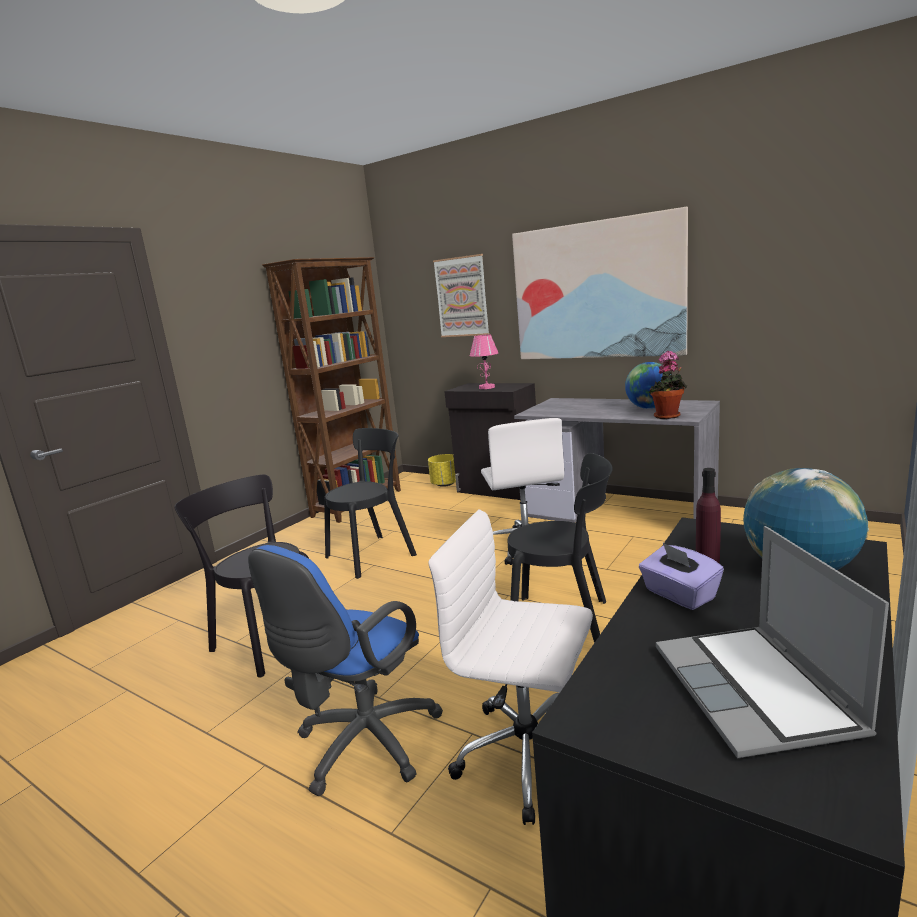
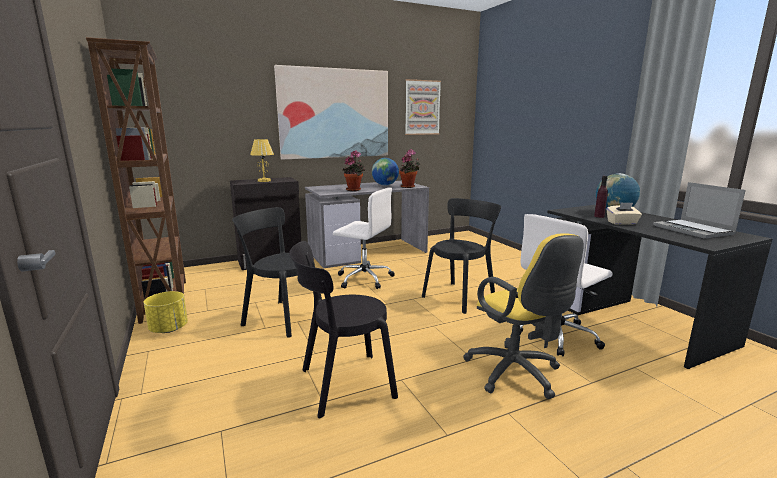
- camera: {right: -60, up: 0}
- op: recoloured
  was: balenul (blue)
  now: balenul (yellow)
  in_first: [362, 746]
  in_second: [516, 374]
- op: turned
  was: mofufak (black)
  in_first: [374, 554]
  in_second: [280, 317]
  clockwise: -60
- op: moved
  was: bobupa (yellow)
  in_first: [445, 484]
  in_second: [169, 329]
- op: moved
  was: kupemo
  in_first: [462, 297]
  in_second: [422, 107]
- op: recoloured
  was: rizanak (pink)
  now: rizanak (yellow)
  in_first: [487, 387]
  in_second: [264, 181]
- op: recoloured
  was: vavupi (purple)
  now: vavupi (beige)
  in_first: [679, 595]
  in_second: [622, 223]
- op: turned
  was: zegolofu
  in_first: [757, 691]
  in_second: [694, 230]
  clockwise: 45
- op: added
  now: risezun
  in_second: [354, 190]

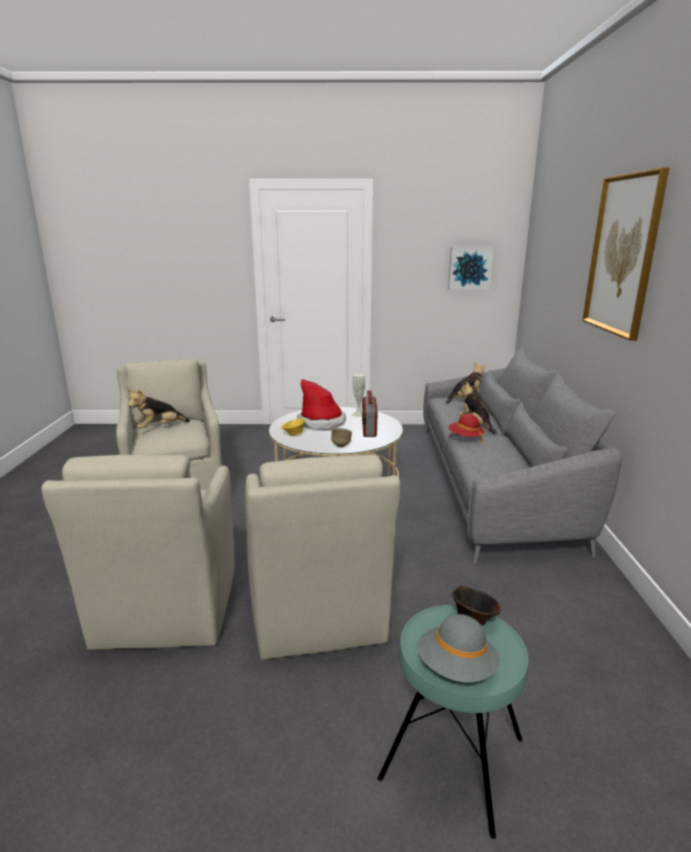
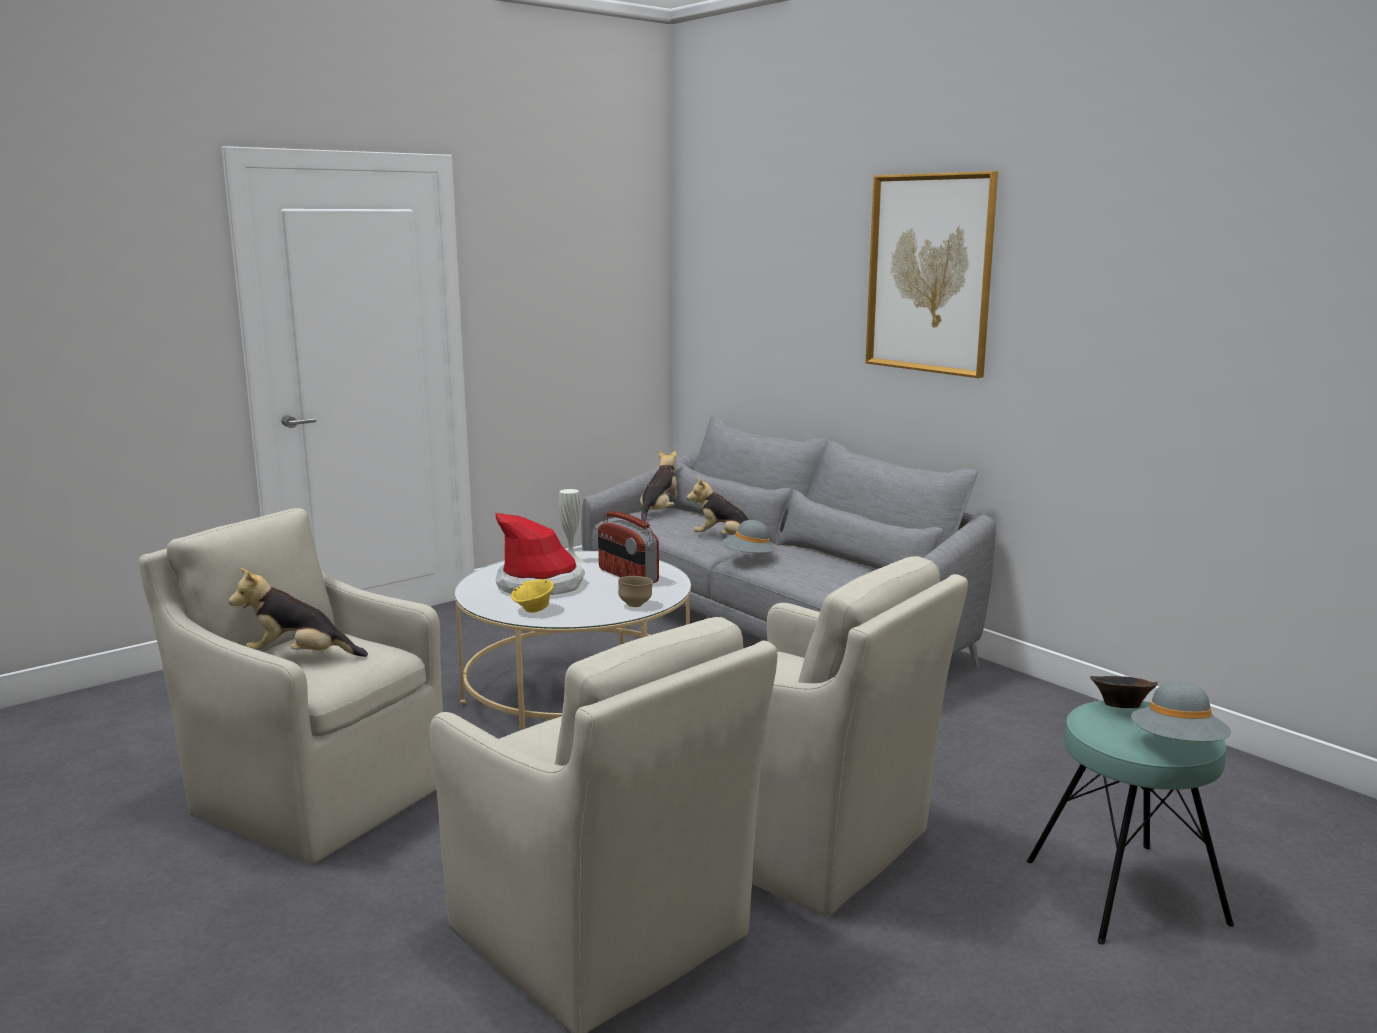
- camera: {right: -40, up: -5}
- op: turned
  was: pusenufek
  in_first: [159, 428]
  in_second: [299, 657]
  clockwise: 75
- op: removed
  was: kupemo
  in_first: [470, 268]
- op: recoloured
  was: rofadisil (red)
  now: rofadisil (grey)
  in_first: [465, 437]
  in_second: [749, 558]

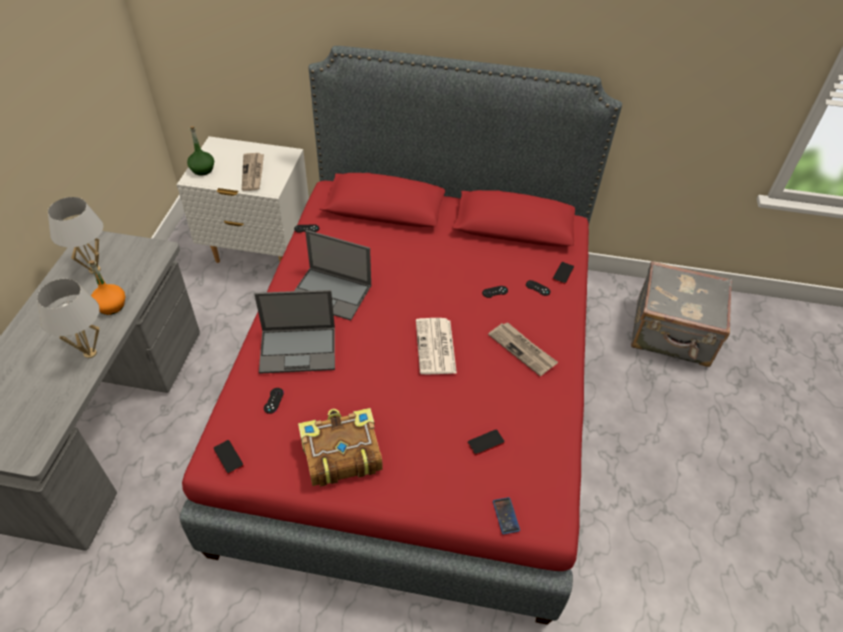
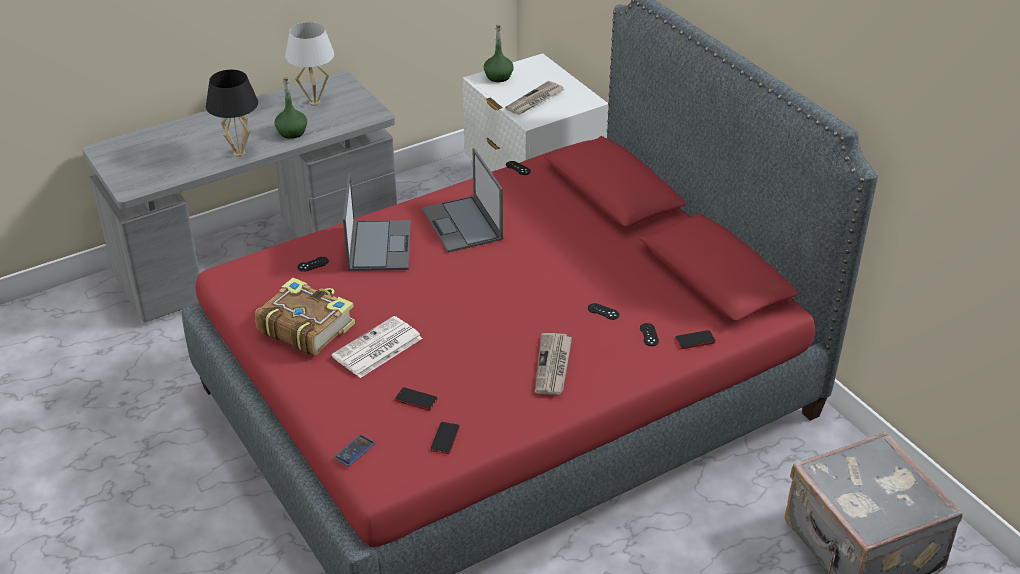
- camera: {right: 50, up: -10}
- op: recoloured
  was: rizanak (white)
  now: rizanak (black)
  in_first: [90, 353]
  in_second: [239, 153]
- op: recoloured
  was: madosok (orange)
  now: madosok (green)
  in_first: [111, 306]
  in_second: [292, 132]
- op: moved
  was: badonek
  in_first: [228, 457]
  in_second: [445, 438]
- op: turned
  was: zegolofu
  in_first: [299, 349]
  in_second: [379, 245]
  clockwise: -135
- op: moved
  was: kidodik
  in_first: [436, 347]
  in_second: [377, 348]

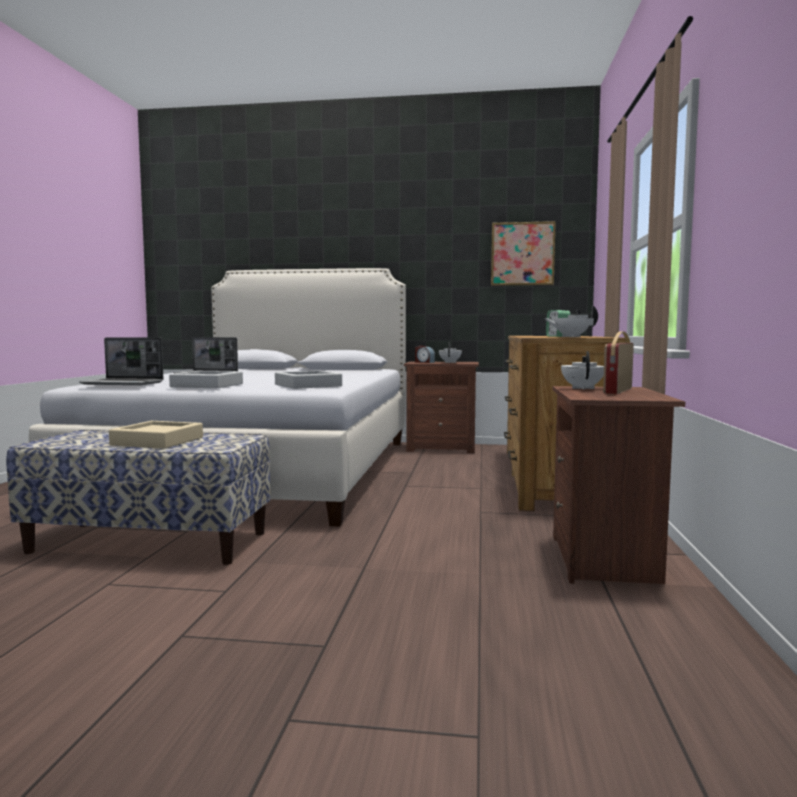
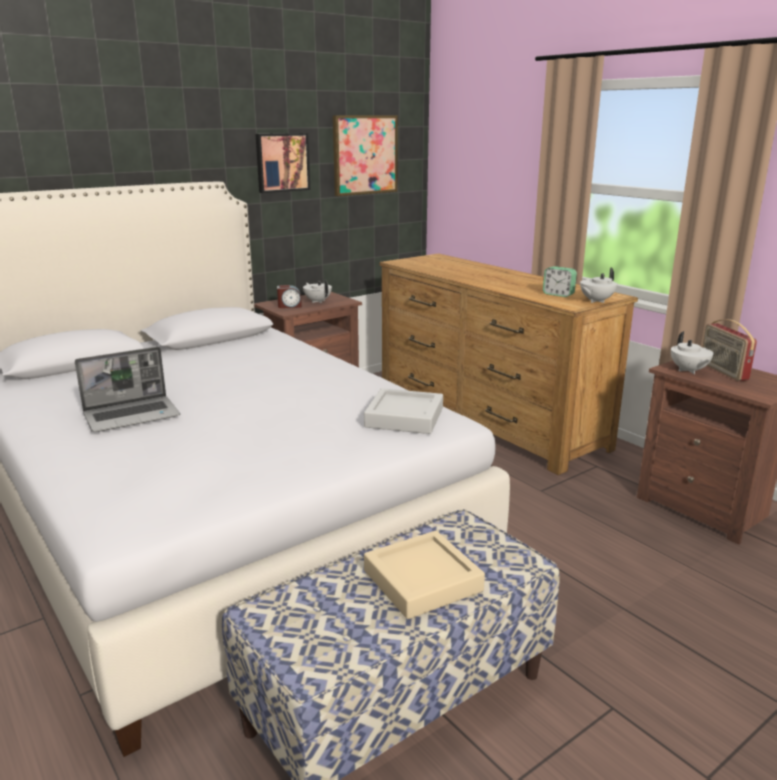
- camera: {right: -45, up: 15}
- op: removed
  was: zegolofu
  in_first: [124, 383]
- op: removed
  was: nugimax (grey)
  in_first: [207, 385]
- op: turned
  was: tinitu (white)
  in_first: [582, 388]
  in_second: [688, 370]
  clockwise: -150
- op: added
  now: kupemo
  in_second: [282, 162]

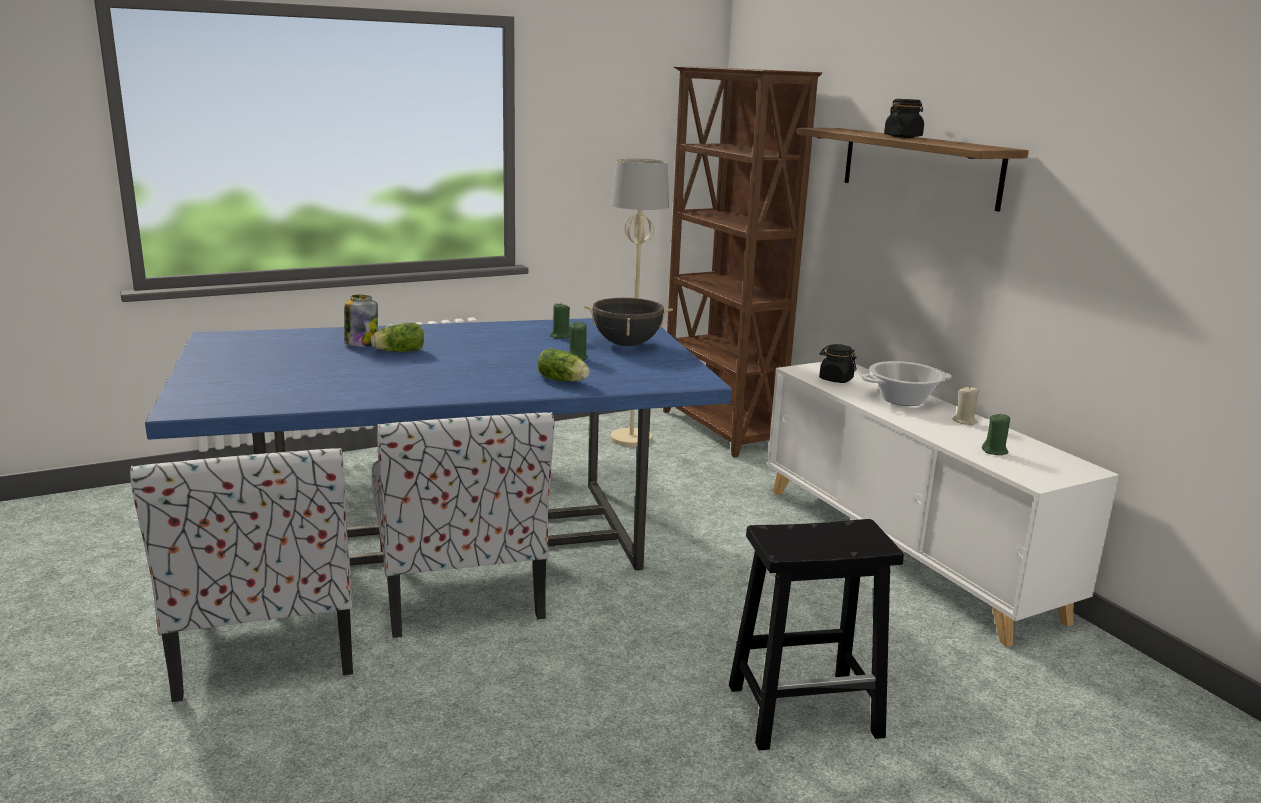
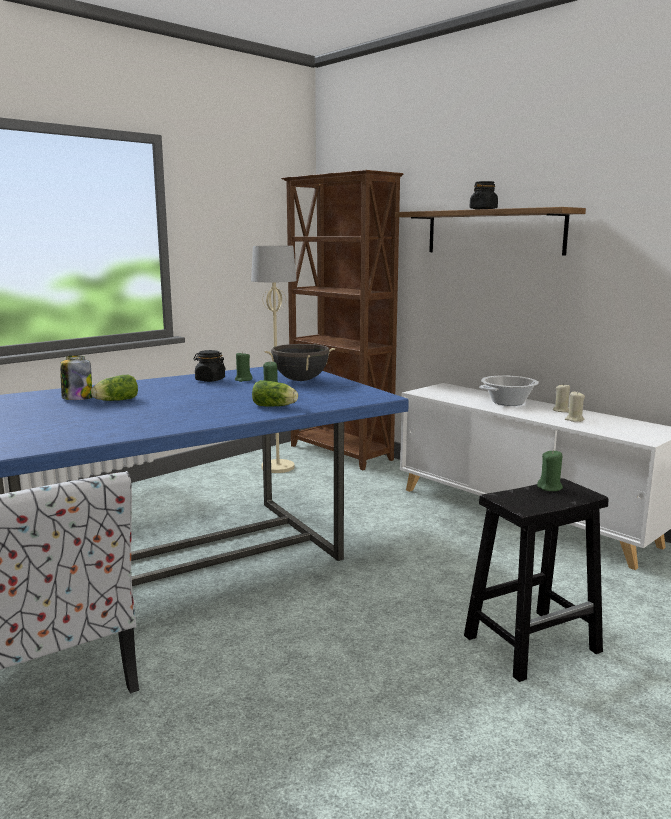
- camera: {right: -15, up: -5}
- op: removed
  was: mofufak
  in_first: [460, 586]
- op: moved
  was: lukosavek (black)
  in_first: [835, 379]
  in_second: [210, 380]
- op: moved
  was: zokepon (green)
  in_first: [995, 451]
  in_second: [550, 487]
- op: added
  now: zokepon (beige)
  in_second: [574, 420]

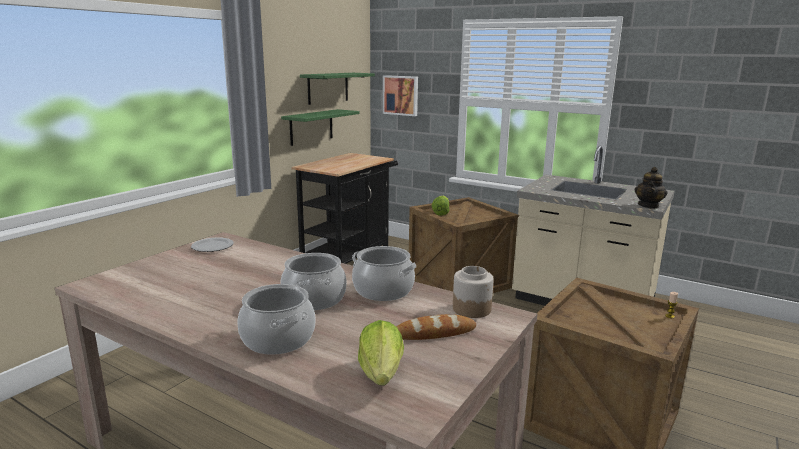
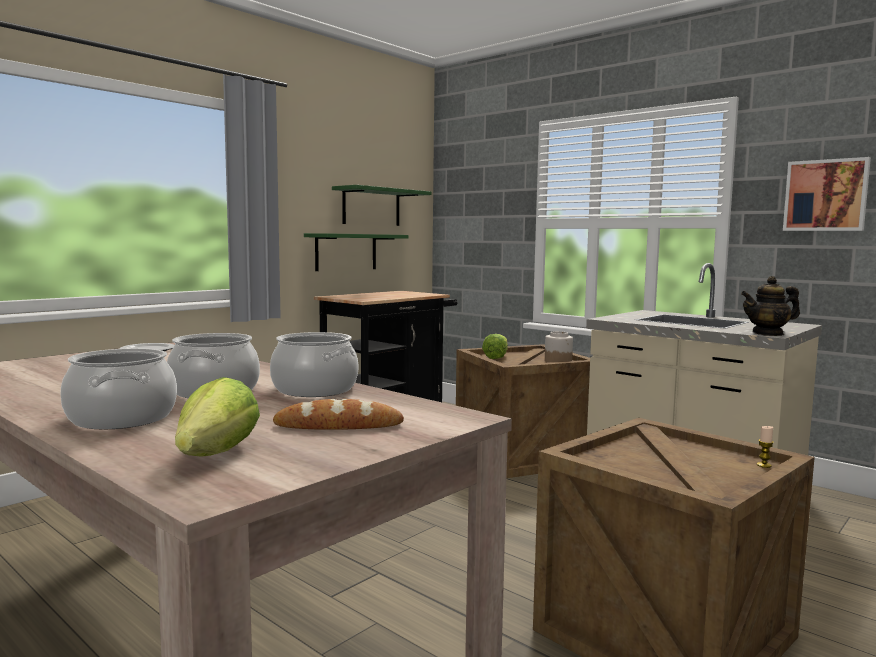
- camera: {right: 10, up: -10}
- op: moved
  was: kupemo
  in_first: [401, 95]
  in_second: [826, 195]
- op: moved
  was: lukosavek
  in_first: [471, 309]
  in_second: [558, 361]
- op: turned
  was: tinitu
  in_first: [648, 206]
  in_second: [768, 333]
  clockwise: 45

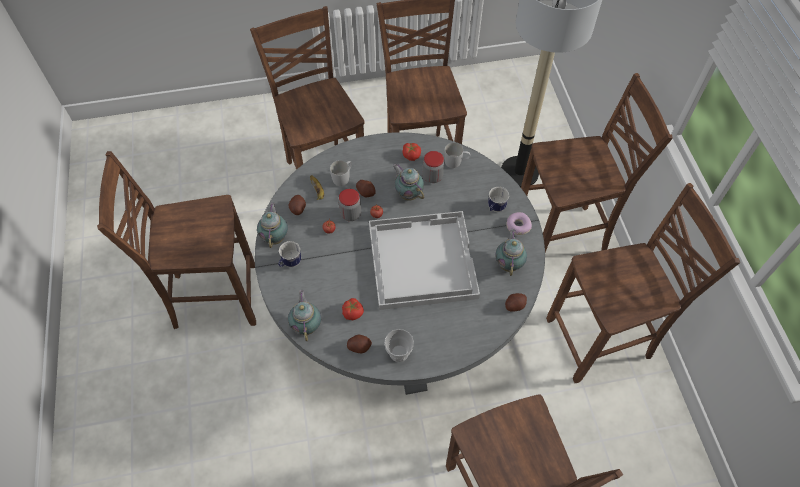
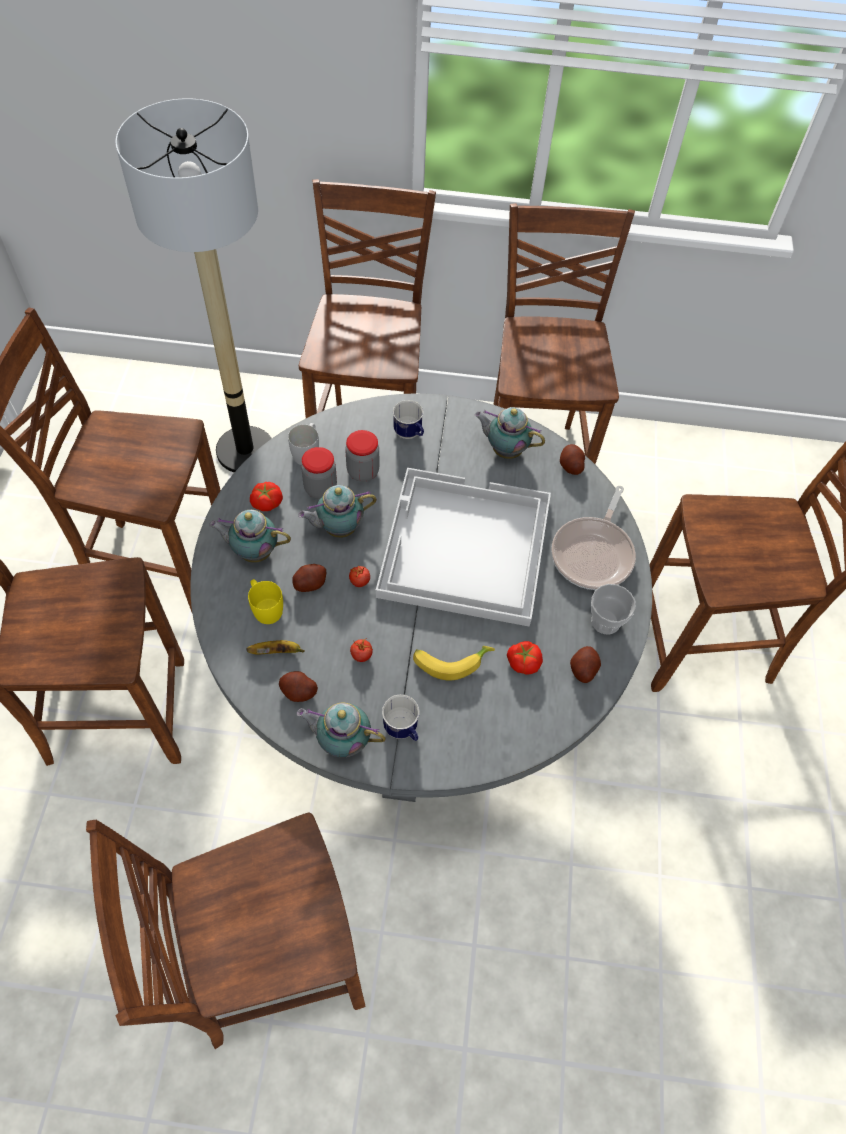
- camera: {right: -75, up: 0}
- op: turned
  was: mofufak (brown)
  in_first: [213, 297]
  in_second: [270, 964]
  clockwise: 60
- op: moved
  was: tinitu
  in_first: [307, 325]
  in_second: [253, 552]
- op: recoloured
  was: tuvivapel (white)
  now: tuvivapel (yellow)
  in_first: [343, 177]
  in_second: [265, 607]
- op: moved
  was: lukosavek
  in_first: [351, 214]
  in_second: [363, 471]
- op: removed
  was: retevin
  in_first: [517, 226]
- op: added
  now: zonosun
  in_second: [450, 661]
- op: added
  now: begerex
  in_second: [593, 553]

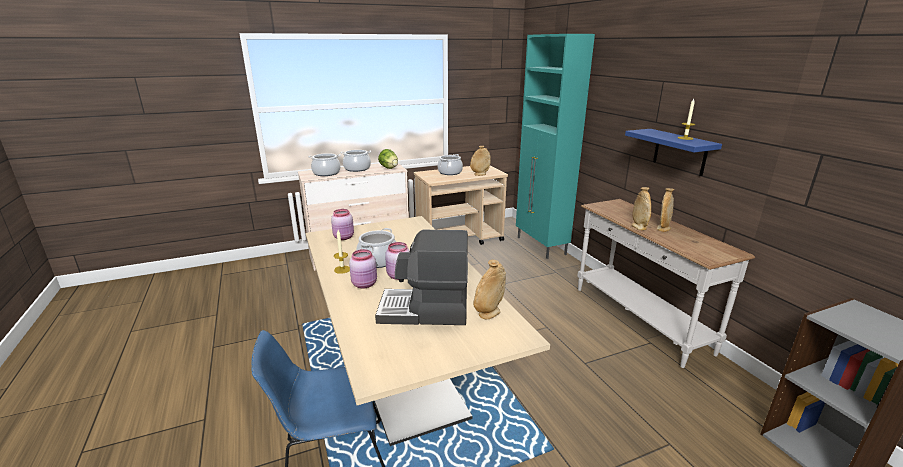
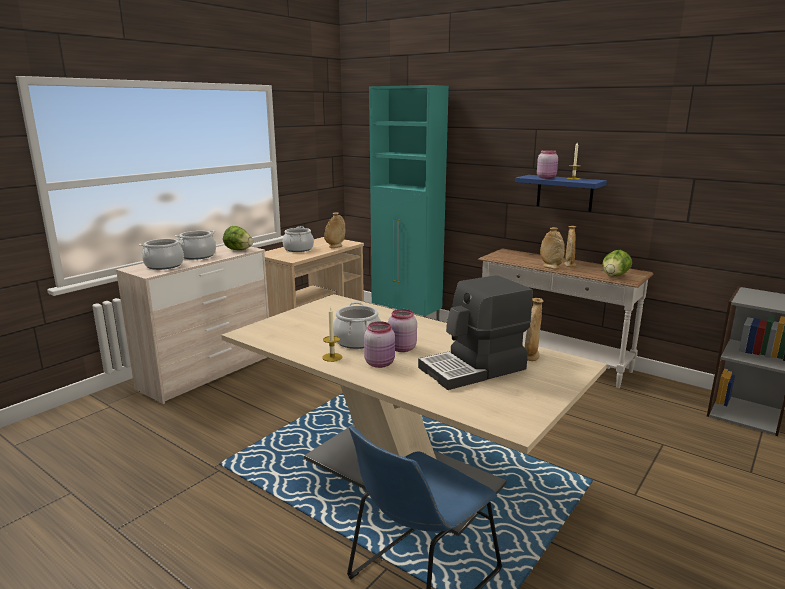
- camera: {right: -30, up: -5}
- op: moved
  was: lukosavek (pink)
  in_first: [344, 237]
  in_second: [546, 178]
- op: added
  now: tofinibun
  in_second: [614, 276]

